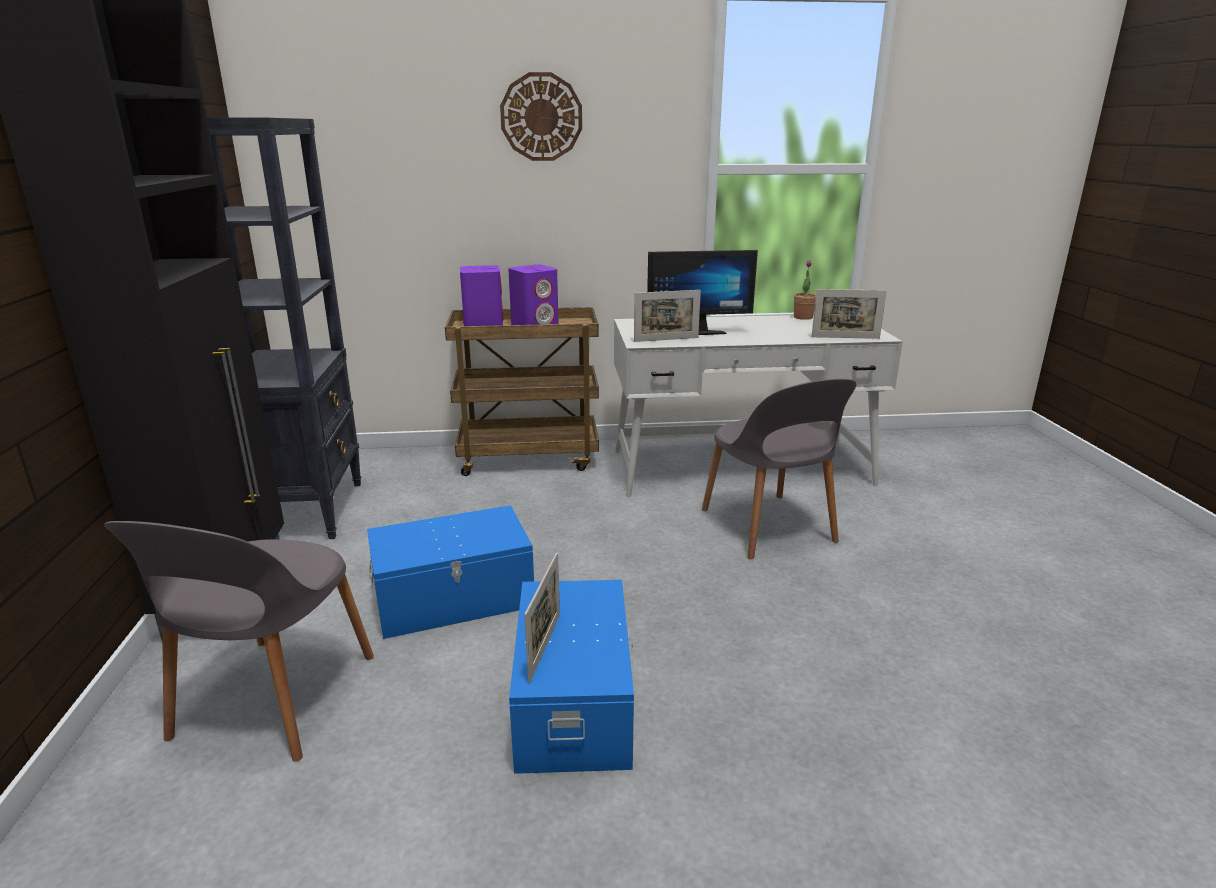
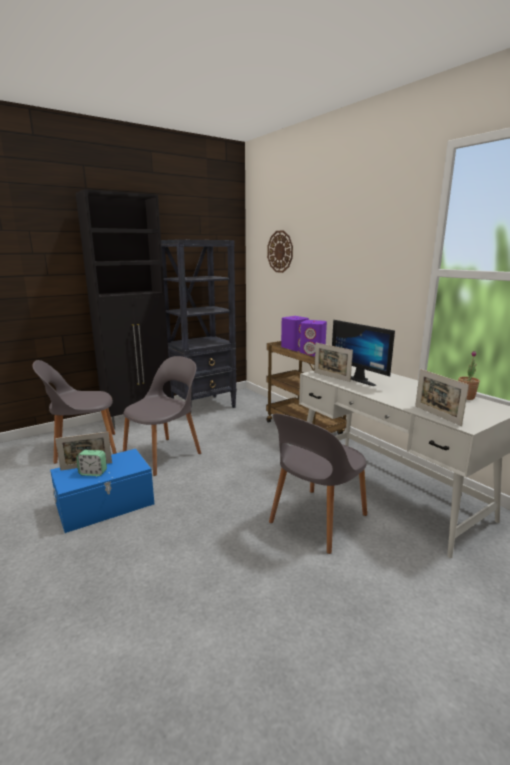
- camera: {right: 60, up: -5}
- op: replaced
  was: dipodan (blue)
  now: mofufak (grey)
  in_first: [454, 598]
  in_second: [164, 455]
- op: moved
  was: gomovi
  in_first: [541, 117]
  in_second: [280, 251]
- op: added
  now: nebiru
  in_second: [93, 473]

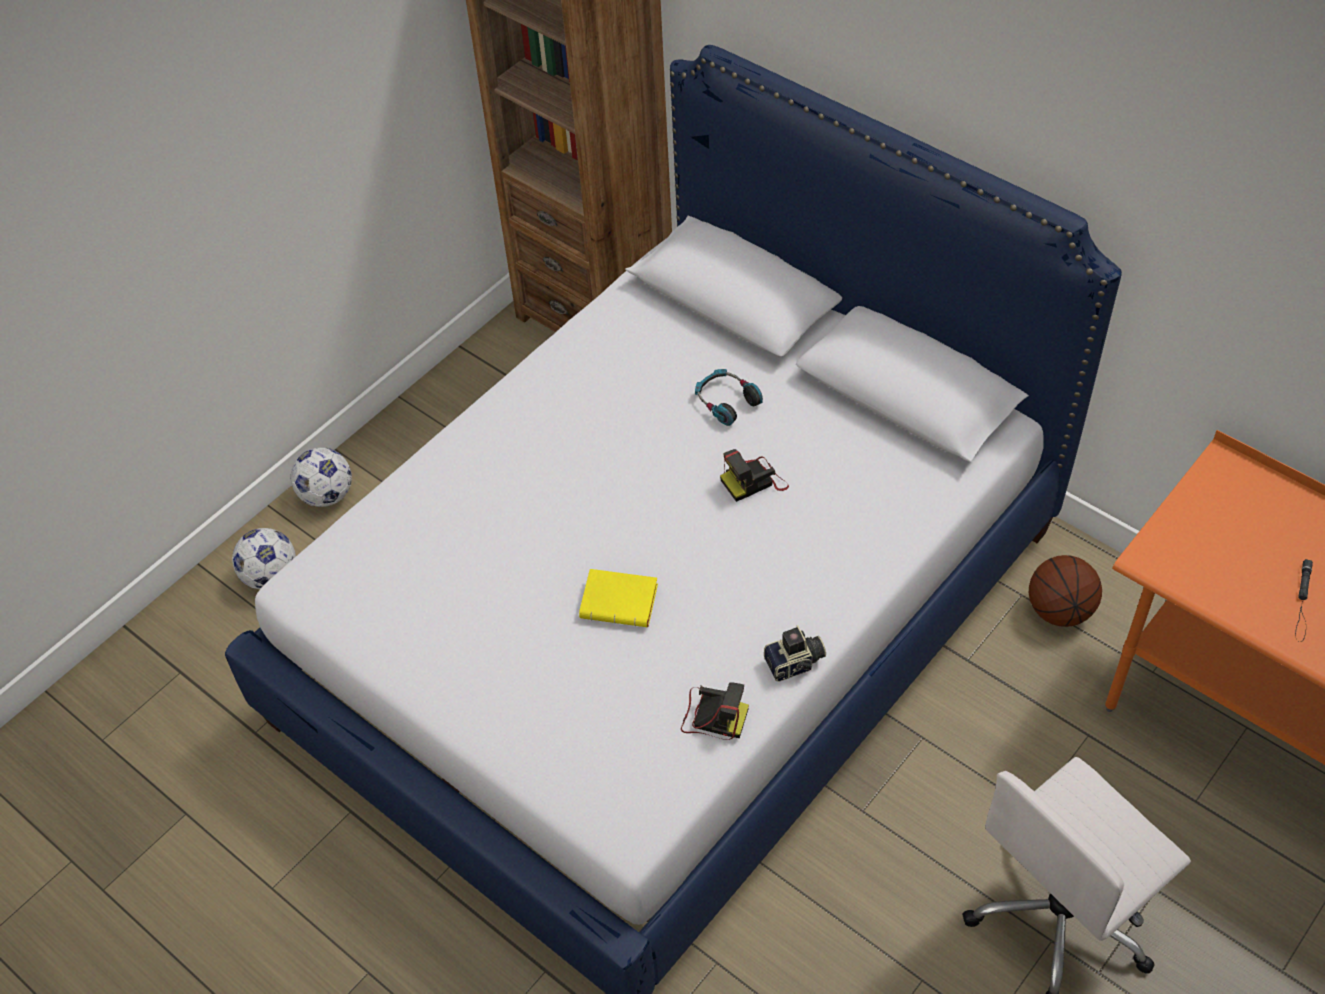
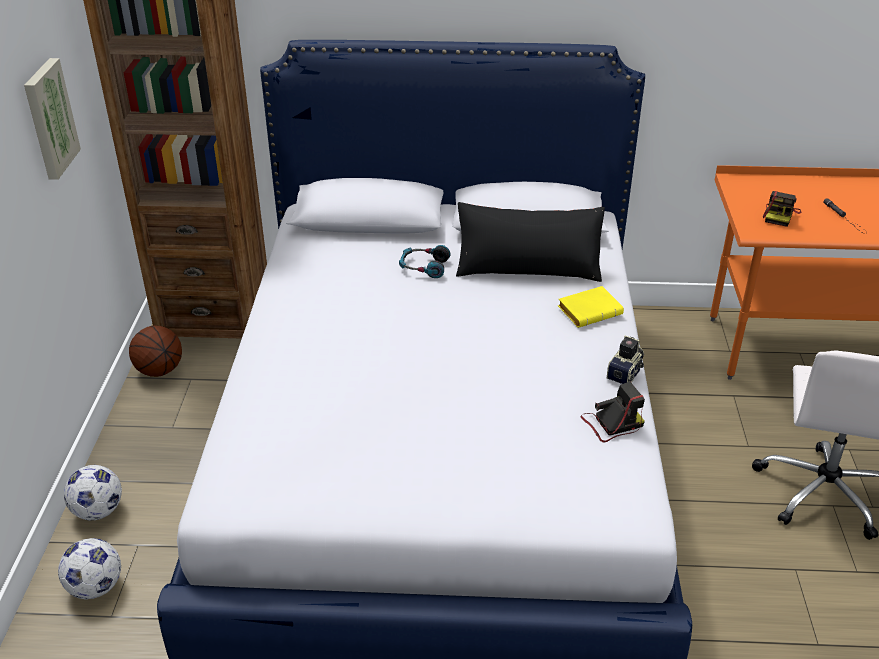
- camera: {right: -40, up: -15}
- op: moved
  was: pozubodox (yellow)
  in_first: [621, 601]
  in_second: [590, 310]
- op: moved
  was: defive
  in_first: [754, 481]
  in_second: [780, 215]
- op: moved
  was: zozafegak
  in_first: [1059, 610]
  in_second: [159, 370]
- op: added
  now: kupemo
  in_second: [49, 118]
- op: added
  now: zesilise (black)
  in_second: [528, 269]

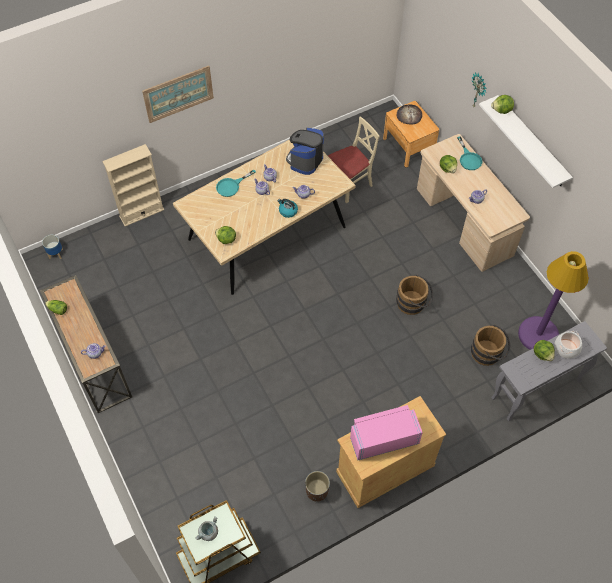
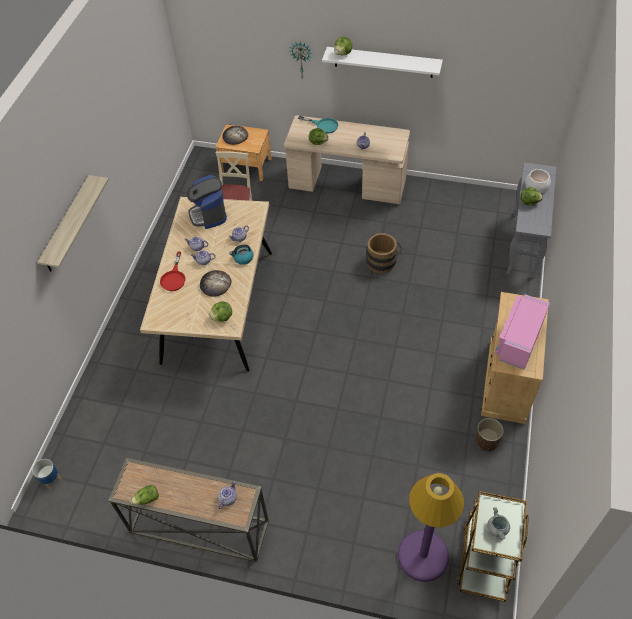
- camera: {right: -45, up: -5}
- op: removed
  was: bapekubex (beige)
  in_first: [141, 213]
- op: replaced
  was: kupemo
  now: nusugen
  in_first: [178, 94]
  in_second: [67, 225]
- op: recoloured
  was: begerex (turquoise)
  now: begerex (red)
  in_first: [231, 186]
  in_second: [174, 277]
- op: removed
  was: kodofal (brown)
  in_first: [488, 353]
- op: moved
  was: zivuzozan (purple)
  in_first: [538, 334]
  in_second: [423, 556]
- op: added
  now: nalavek
  in_second: [215, 284]

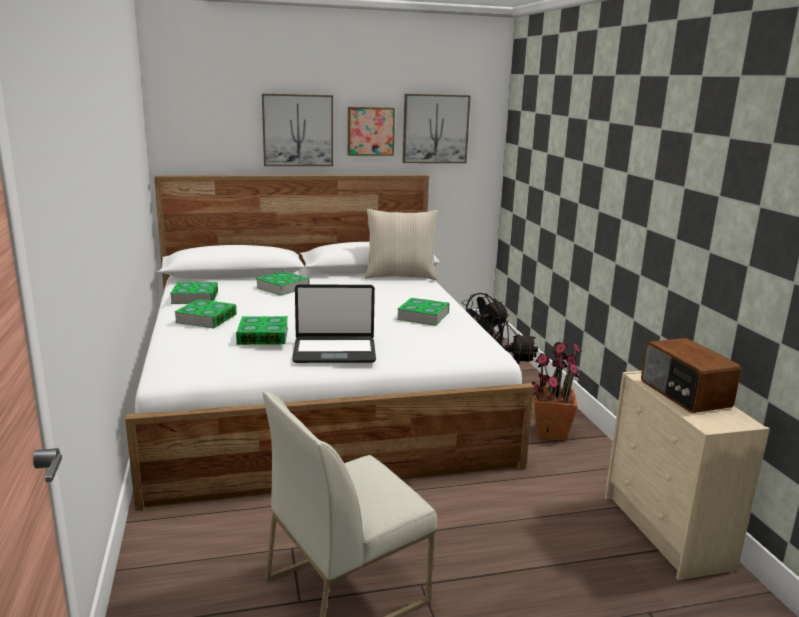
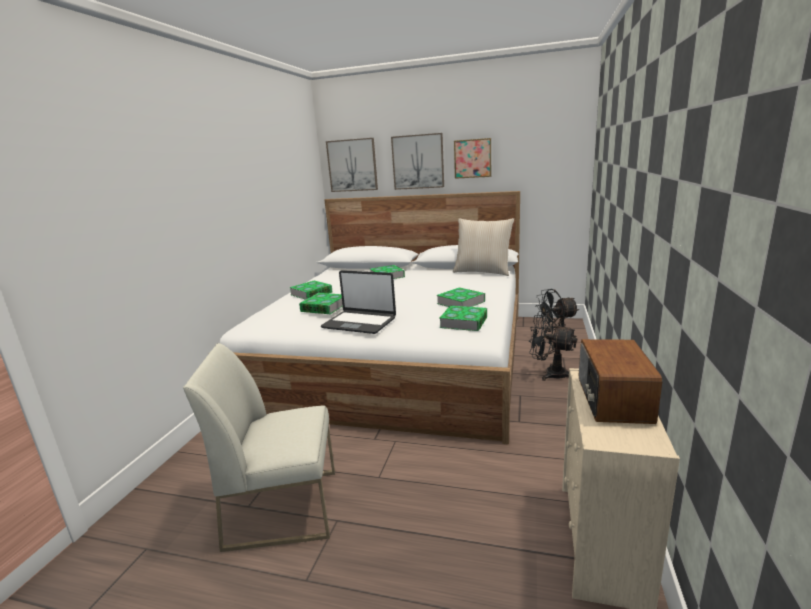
- camera: {right: 30, up: 0}
- op: moved
  was: pozubodox
  in_first: [195, 297]
  in_second: [464, 322]
- op: moved
  was: kupemo
  in_first: [435, 129]
  in_second: [352, 165]
- op: removed
  was: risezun
  in_first: [549, 432]

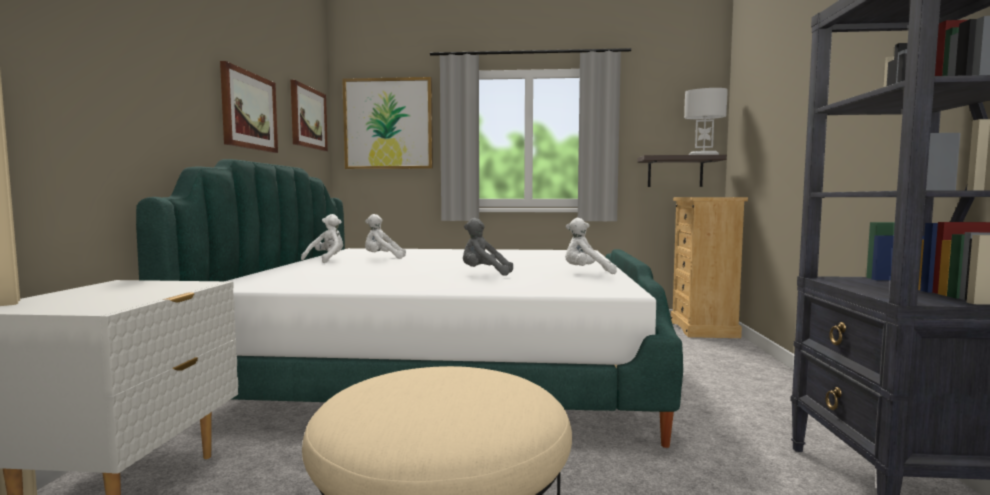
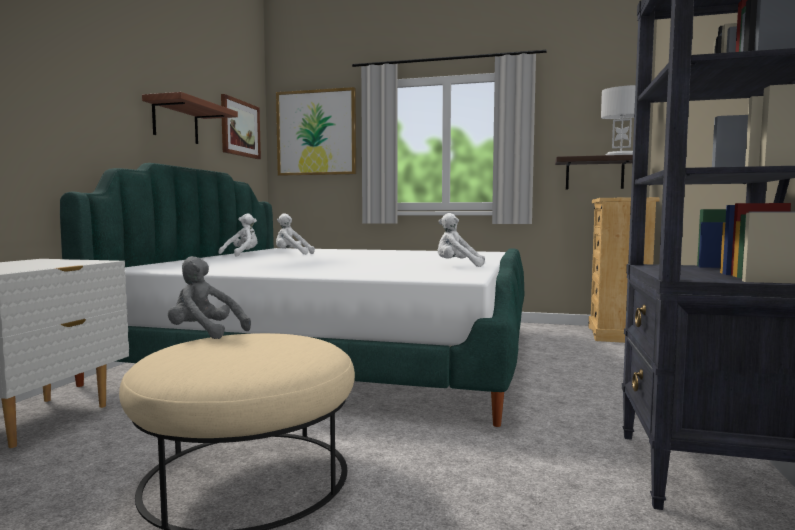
- camera: {right: 10, up: 0}
- op: replaced
  was: kupemo
  now: nusugen
  in_first: [249, 111]
  in_second: [175, 122]
- op: moved
  was: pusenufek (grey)
  in_first: [484, 274]
  in_second: [205, 333]

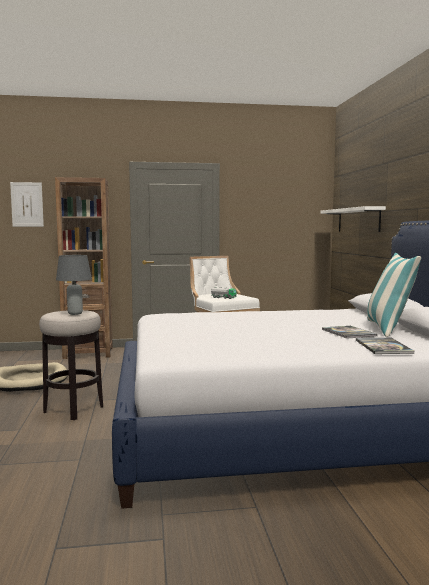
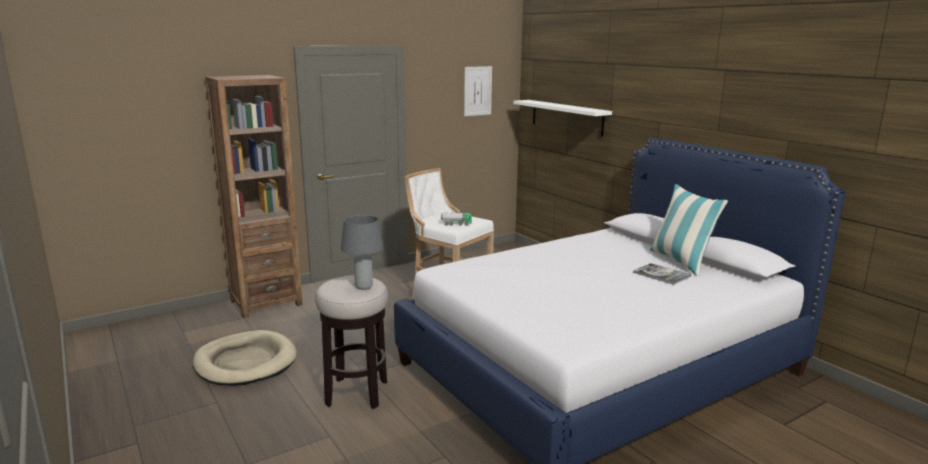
- camera: {right: -25, up: 10}
- op: moved
  was: kupemo
  in_first: [27, 204]
  in_second: [477, 91]
- op: removed
  was: pozubodox
  in_first: [383, 347]

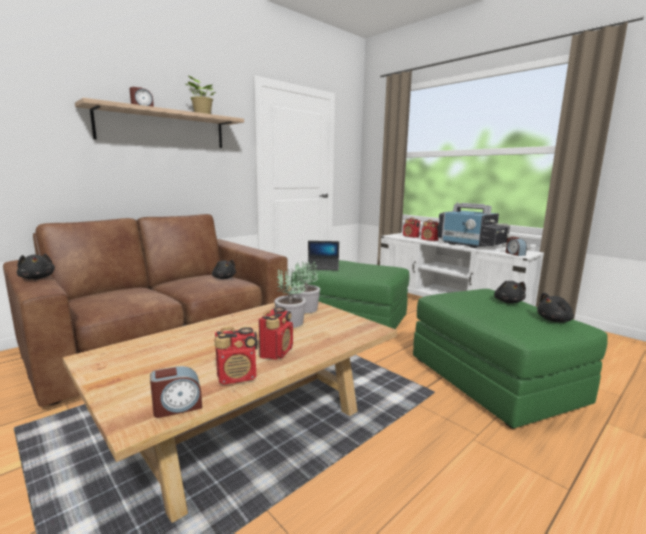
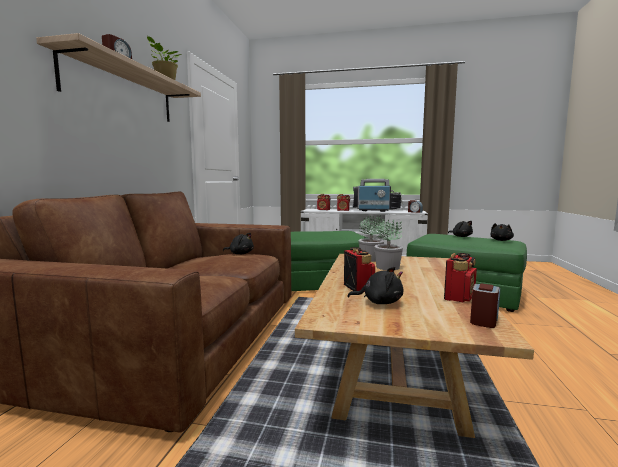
- camera: {right: -35, up: -5}
- op: moved
  was: pusenufek (black)
  in_first: [37, 278]
  in_second: [379, 302]
- op: moved
  was: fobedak
  in_first: [277, 352]
  in_second: [358, 288]
- op: removed
  was: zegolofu
  in_first: [323, 267]

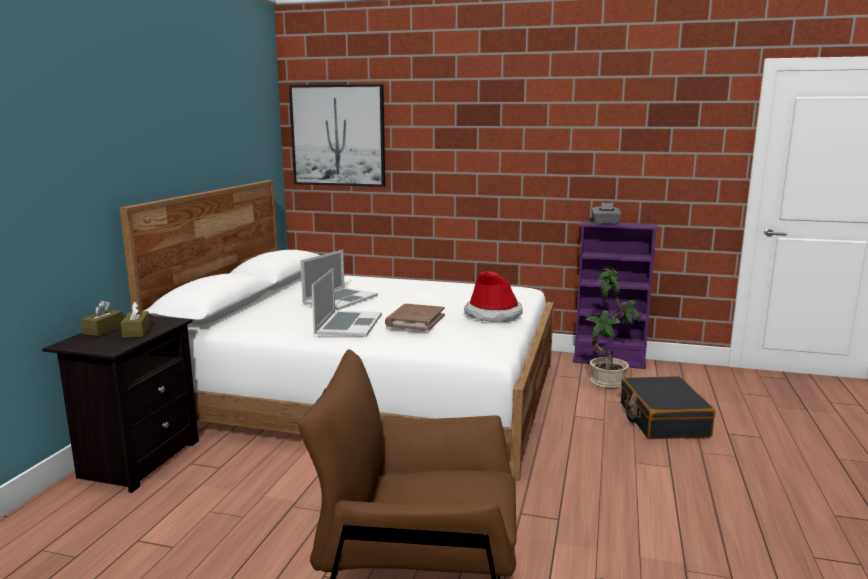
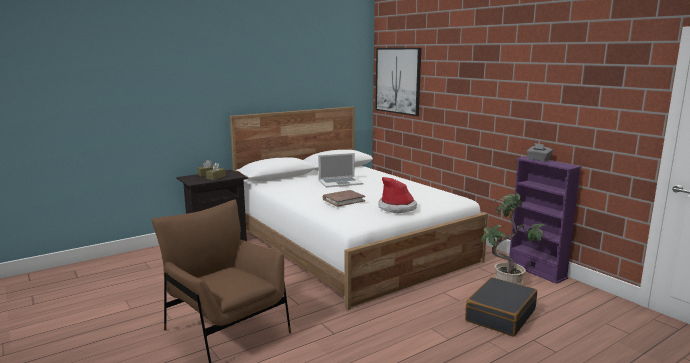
- camera: {right: 40, up: 0}
- op: removed
  was: zegolofu
  in_first: [348, 324]

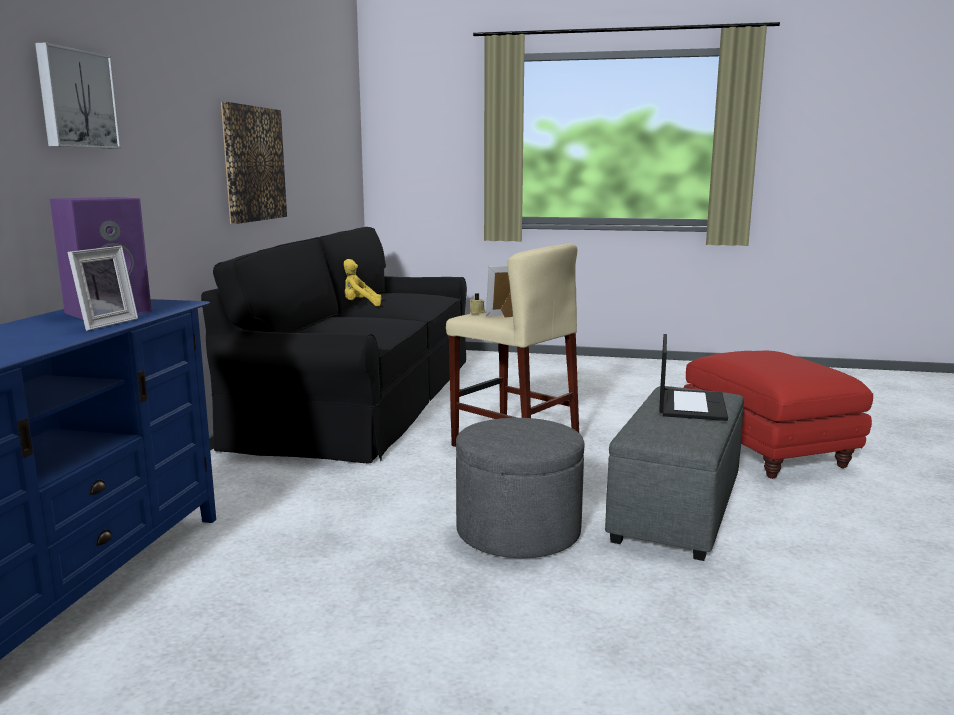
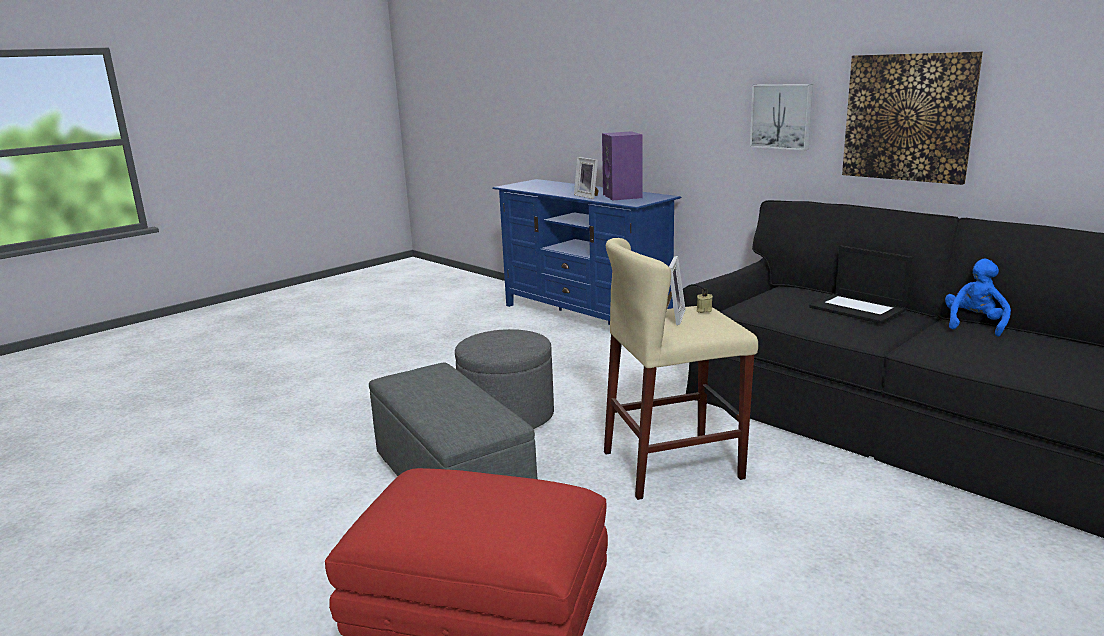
- camera: {right: 125, up: 5}
- op: moved
  was: kupemo
  in_first: [76, 99]
  in_second: [782, 116]
- op: recoloured
  was: pusenufek (yellow)
  now: pusenufek (blue)
  in_first: [358, 305]
  in_second: [974, 324]
- op: moved
  was: zegolofu
  in_first: [690, 404]
  in_second: [858, 308]

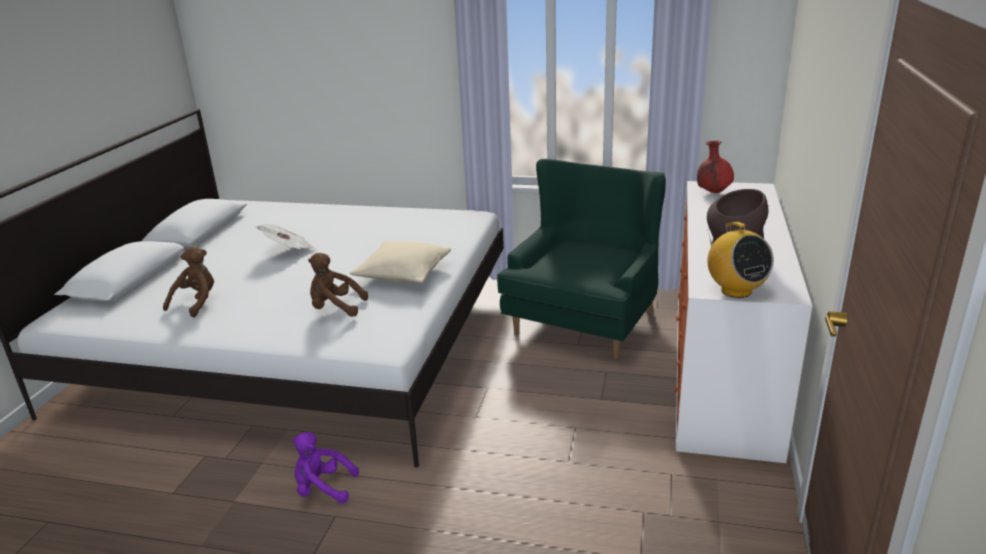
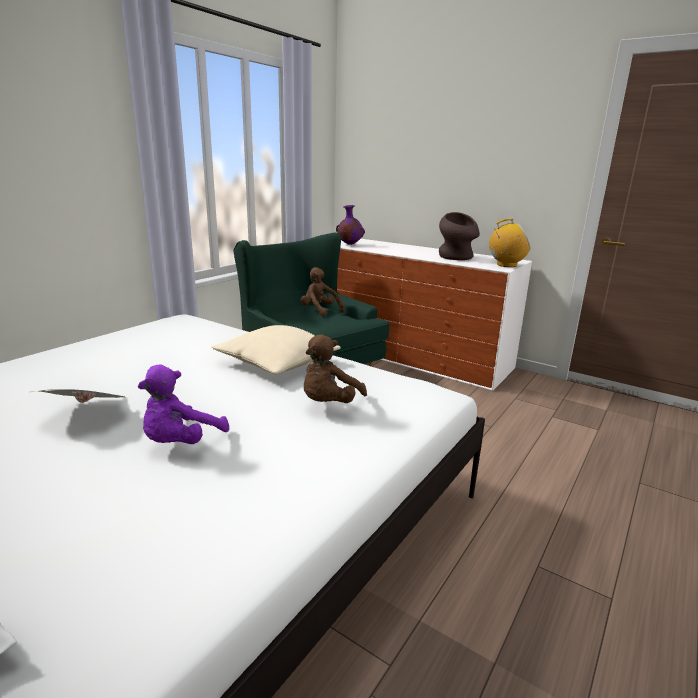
- camera: {right: -70, up: -5}
- op: moved
  was: pusenufek (brown)
  in_first: [197, 303]
  in_second: [320, 311]
- op: moved
  was: pusenufek (purple)
  in_first: [323, 489]
  in_second: [181, 442]
- op: recoloured
  was: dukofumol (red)
  now: dukofumol (purple)
  in_first: [713, 192]
  in_second: [349, 244]

